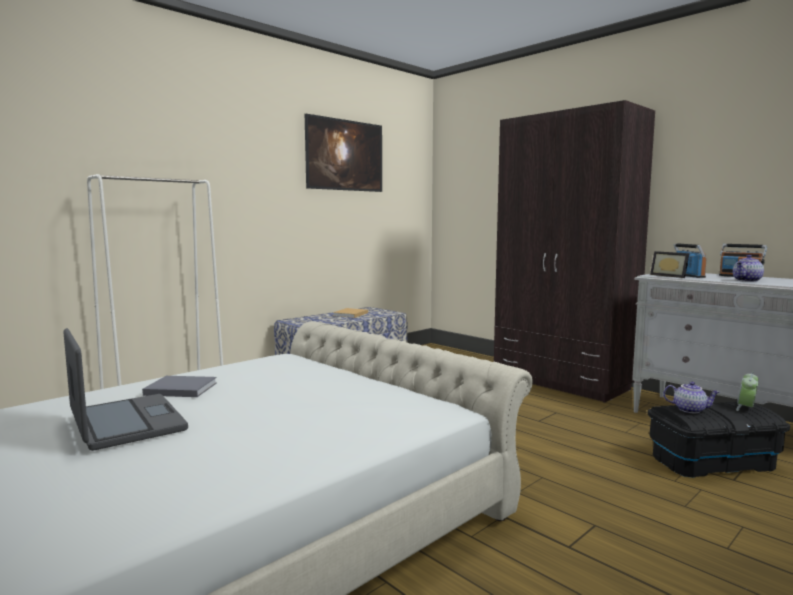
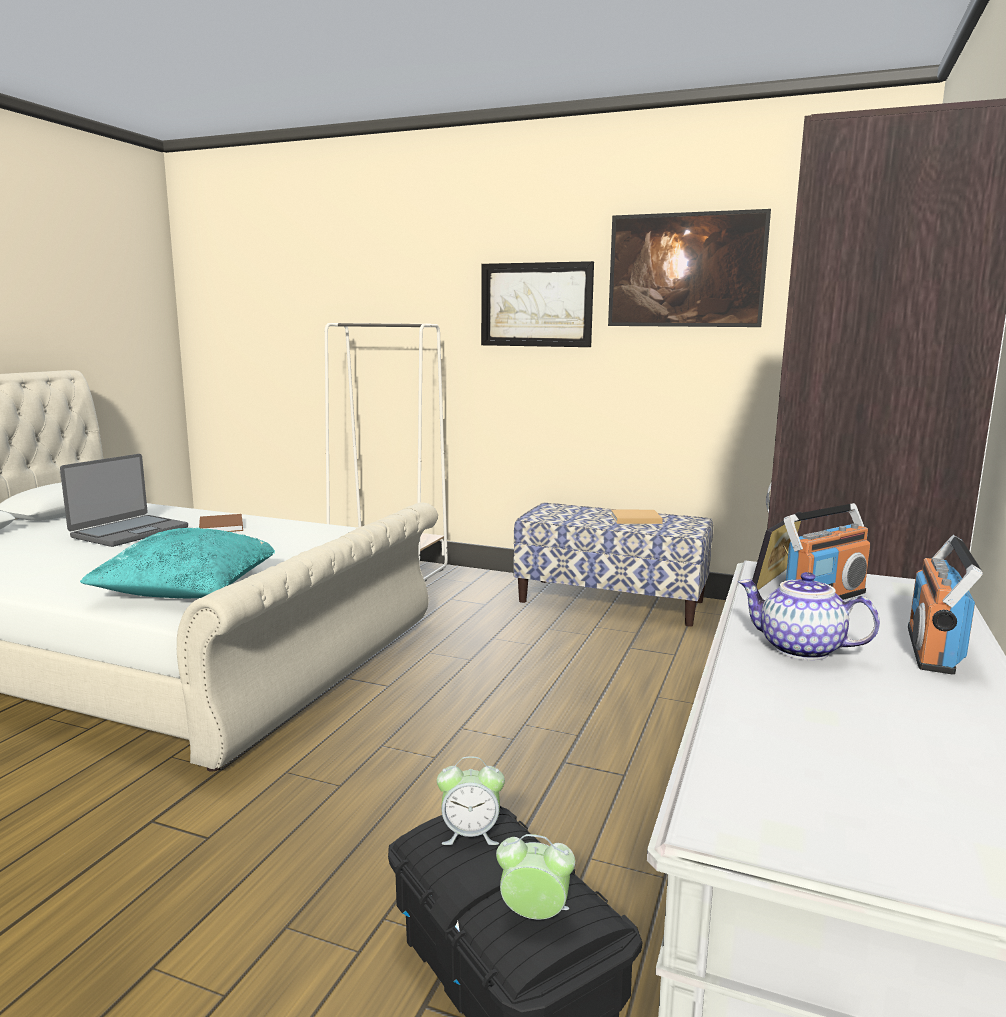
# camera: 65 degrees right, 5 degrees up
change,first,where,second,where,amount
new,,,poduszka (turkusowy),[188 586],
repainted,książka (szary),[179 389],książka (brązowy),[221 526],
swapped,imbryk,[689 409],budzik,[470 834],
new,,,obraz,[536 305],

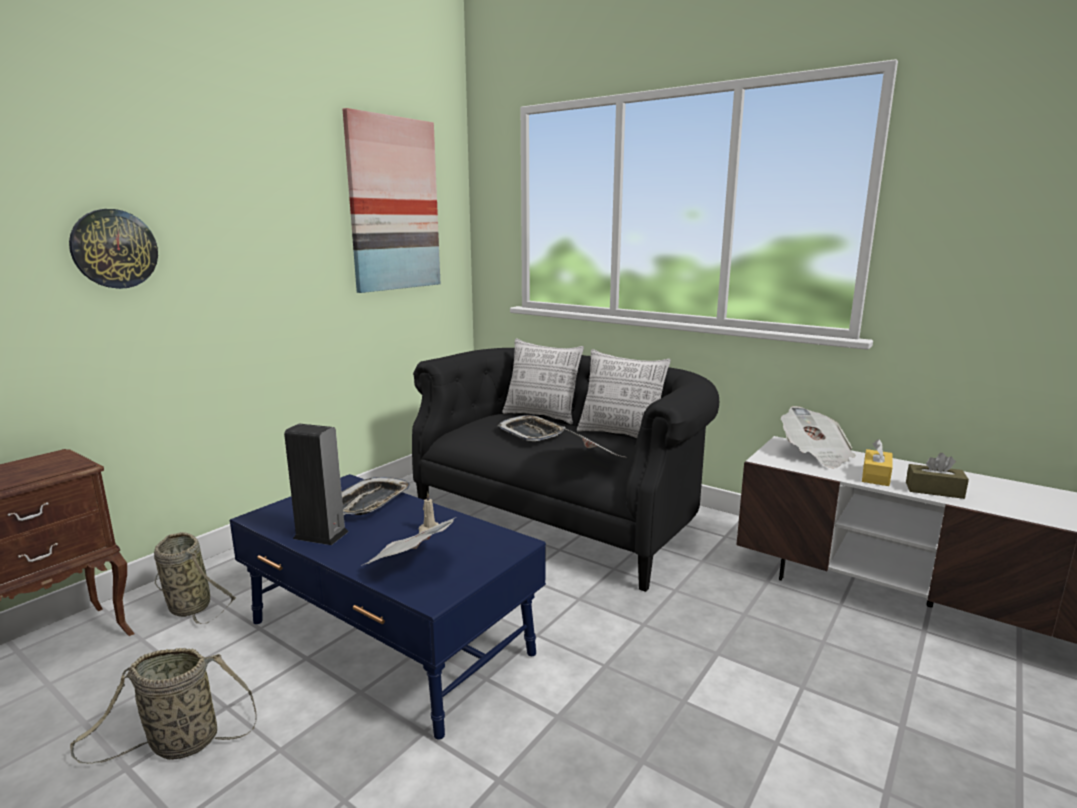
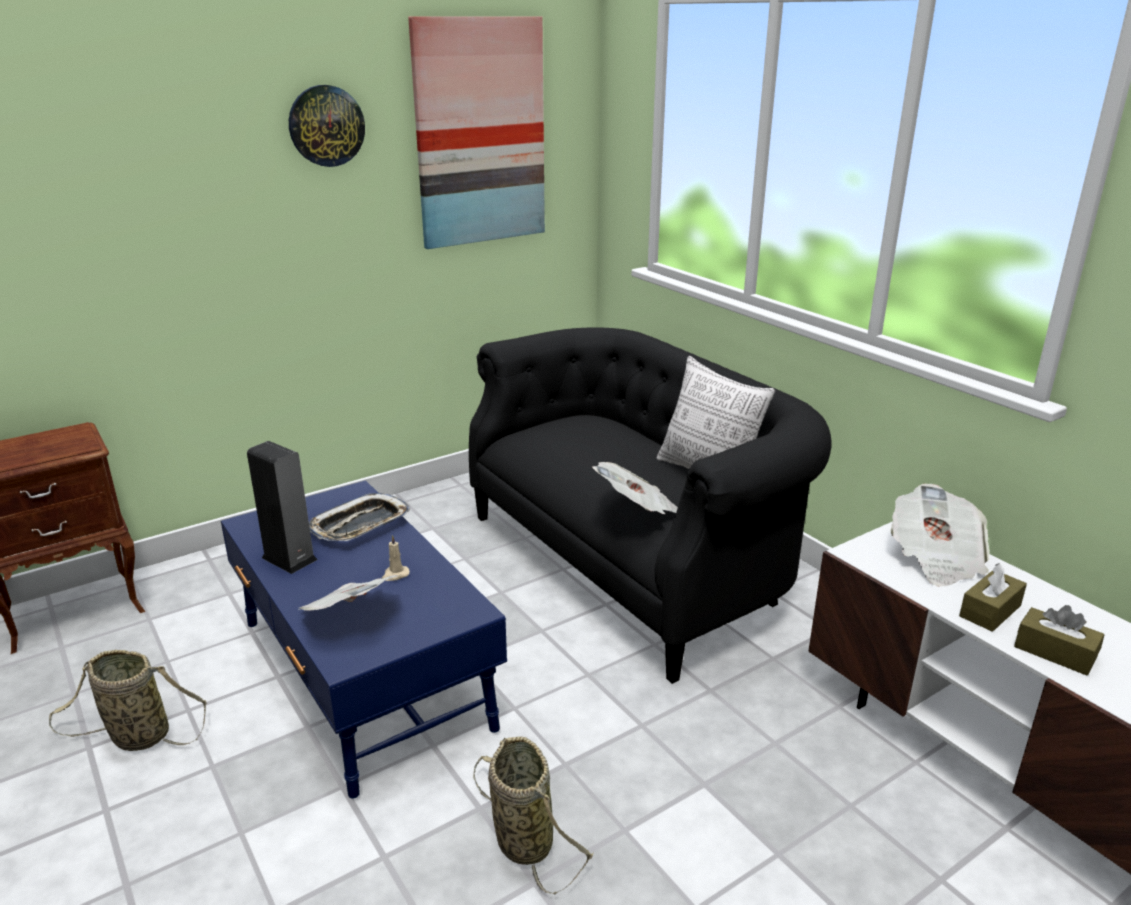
# camera: 20 degrees right, 10 degrees up
change,first,where,second,where,amount
shifted,zegar ścienny,[114 249],,[326 126],
shifted,koszyk,[188 606],,[521 838],
repainted,pudełko chusteczek (żółty),[875 476],pudełko chusteczek (brązowy),[990 611],
gone,taca,[531 433],,,
gone,poduszka,[542 416],,,

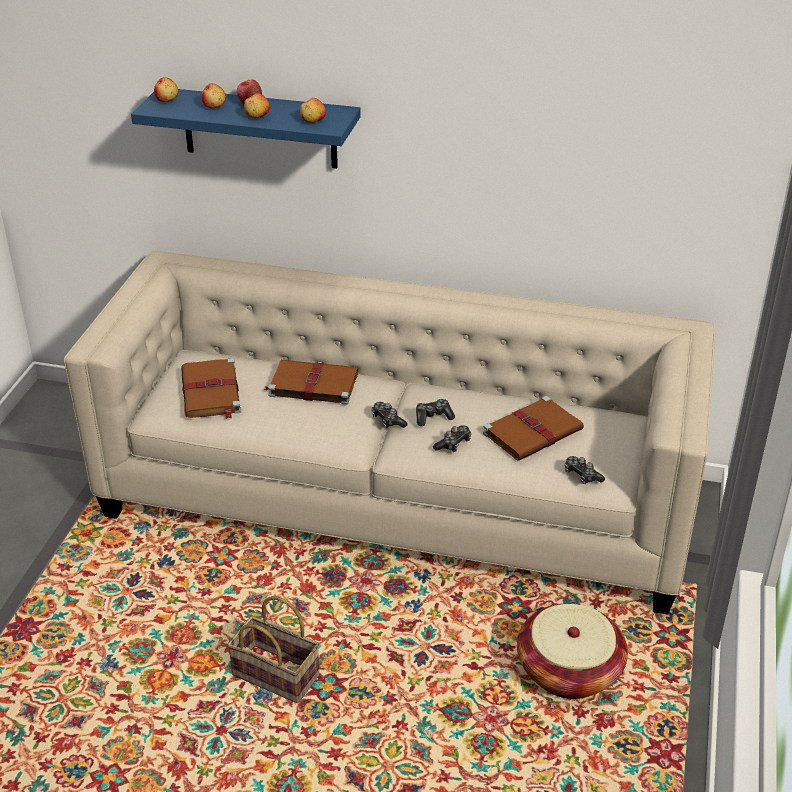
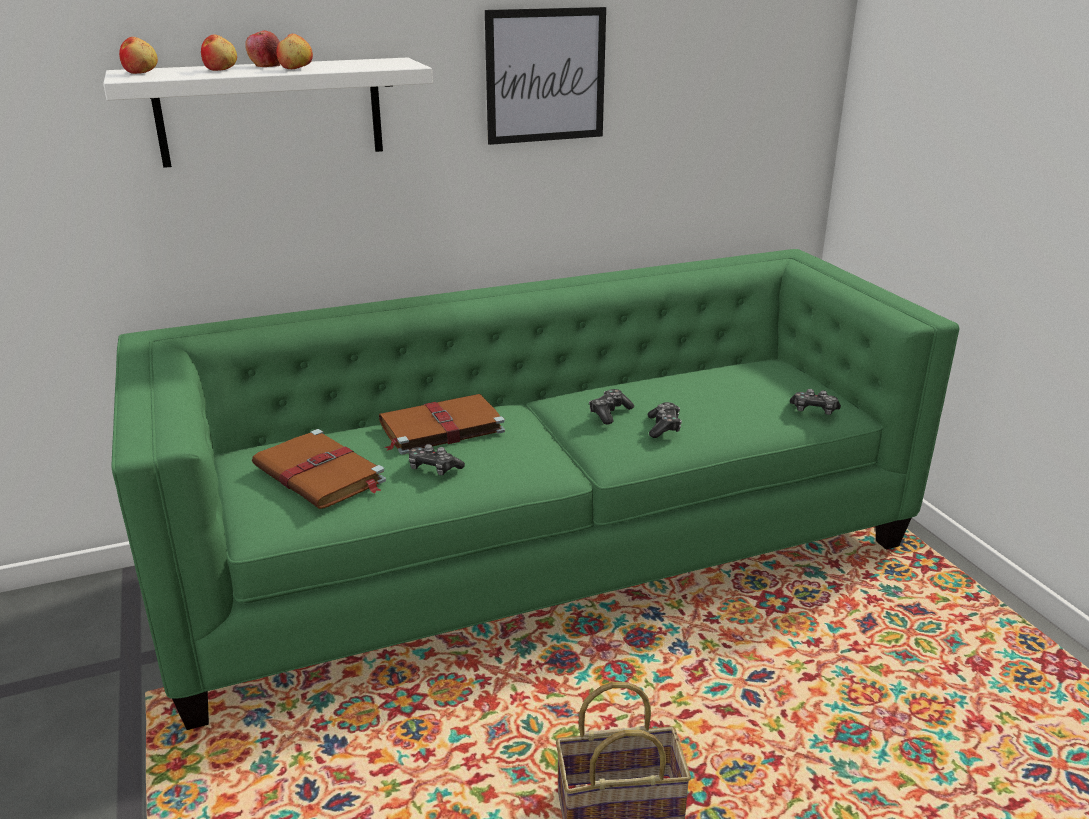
# camera: 35 degrees left, 10 degrees down
change,first,where,second,where,amount
repainted,półka (niebieski),[260 128],półka (biały),[270 112],
repainted,kanapa (beżowy),[396 503],kanapa (zielony),[544 559],
shifted,pad do gier,[388 420],,[433 469],
new,,,obraz,[545 76],
gone,jabłko,[313 121],,,
gone,książka (brązowy),[534 431],,,
gone,koszyk,[569 671],,,

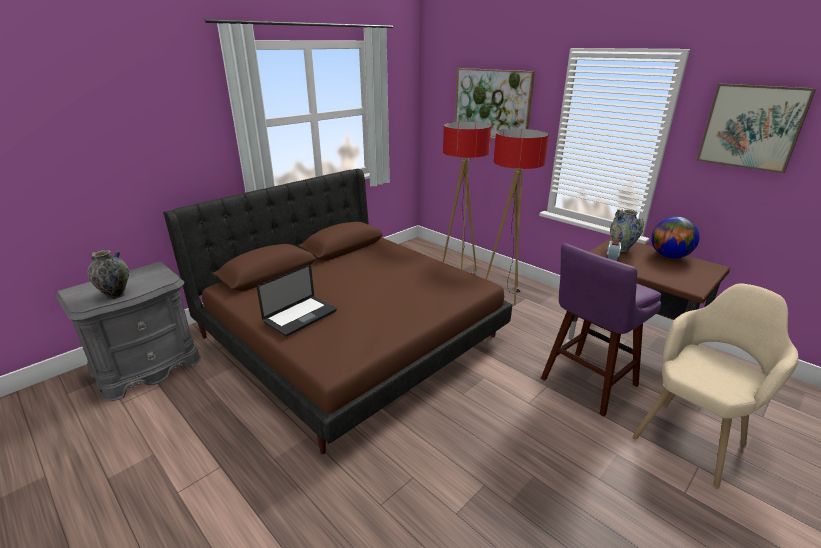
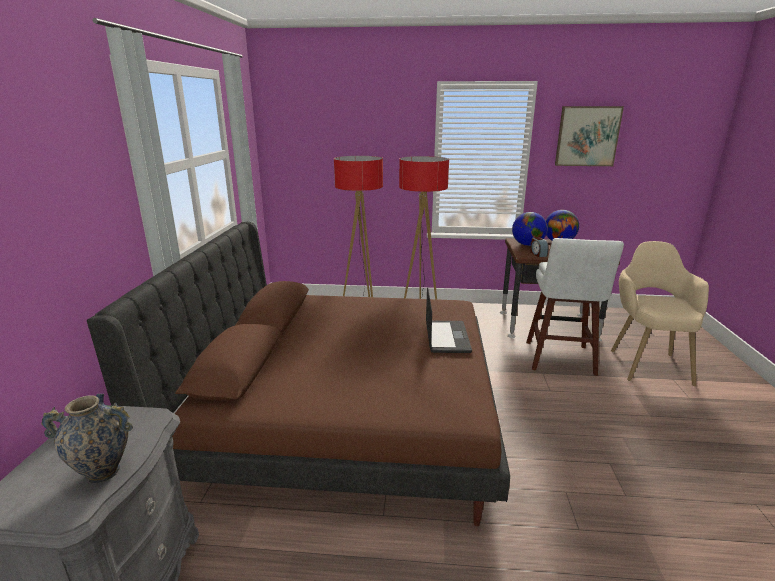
# camera: 40 degrees left, 5 degrees down
change,first,where,second,where,amount
shifted,laptop,[300 316],,[447 337],
swapped,wazon,[621 249],globus,[527 245],
repainted,stołek (fioletowy),[586 383],stołek (biały),[560 359],
gone,obraz,[492 104],,,

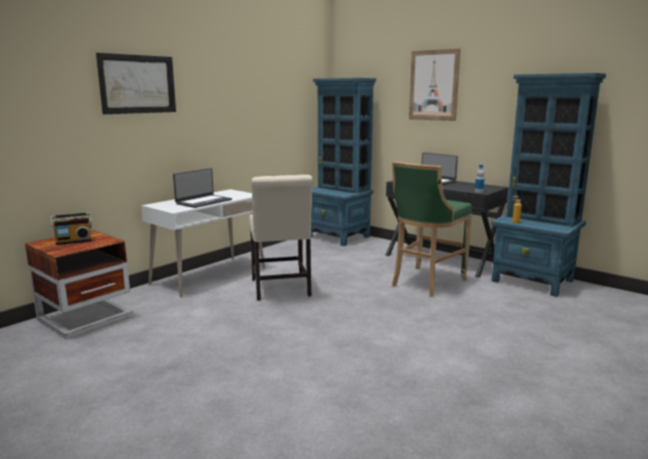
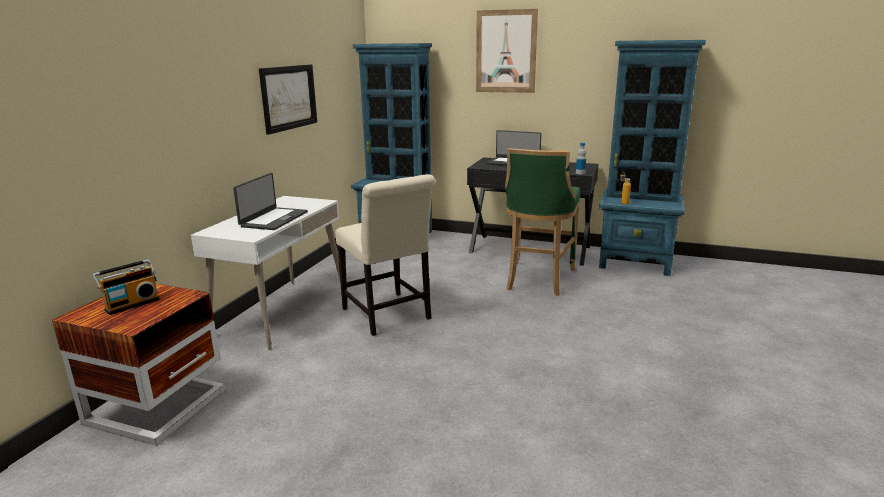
# camera: 20 degrees left, 5 degrees up
change,first,where,second,where,amount
shifted,obraz,[137 84],,[288 97],

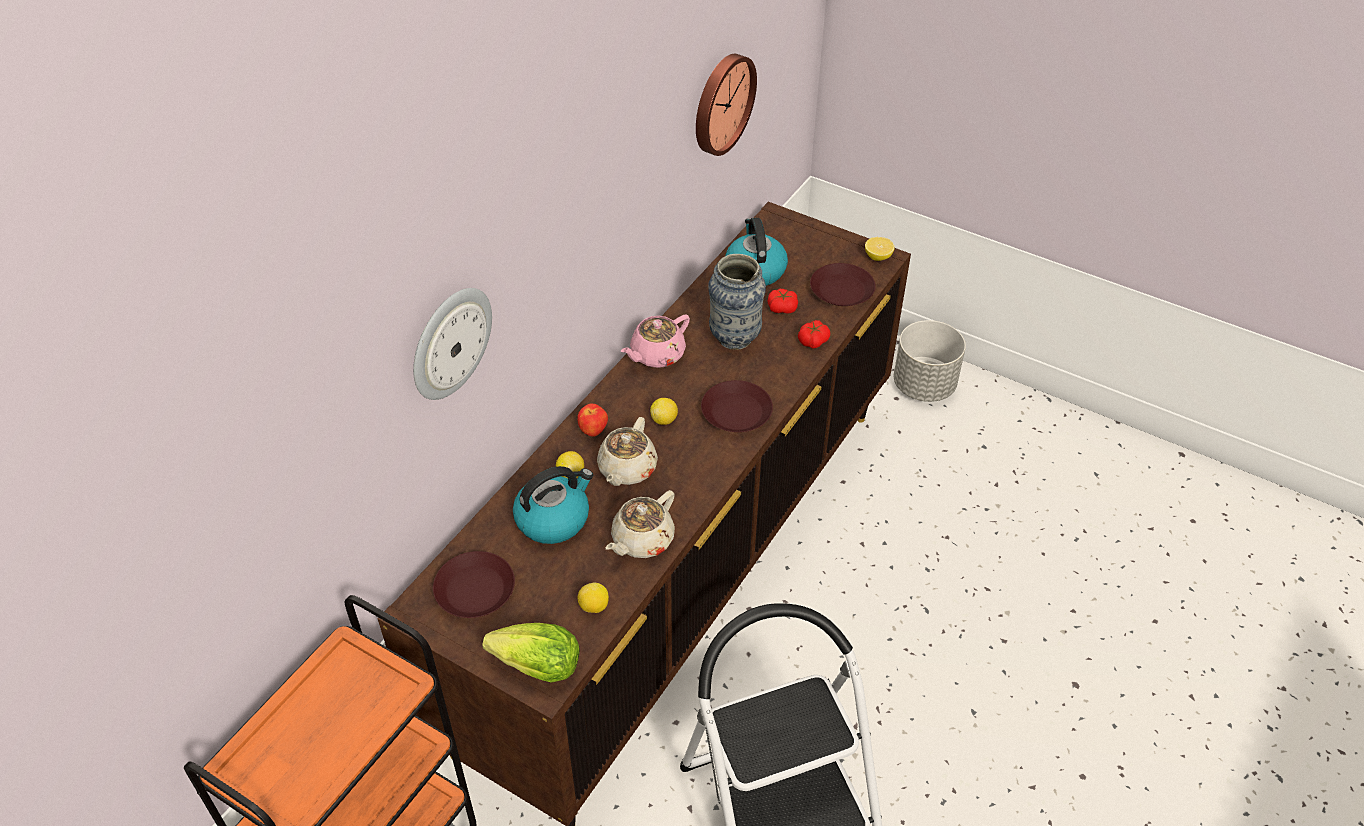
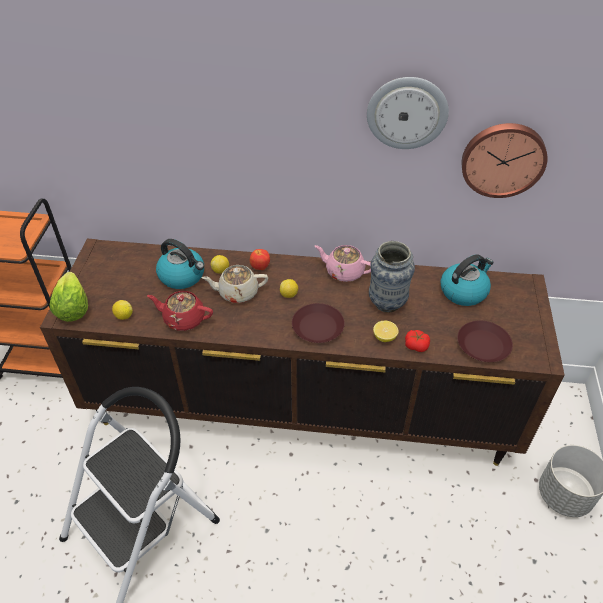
# camera: 65 degrees right, 0 degrees up
change,first,where,second,where,amount
repainted,imbryk (beżowy),[641 540],imbryk (czerwony),[183 319],
shifted,zegar ścienny,[450 342],,[407 113],
shifted,cytryna,[878 257],,[384 337],
gone,talerz (brązowy),[475 589],,,
gone,pomidor,[782 308],,,

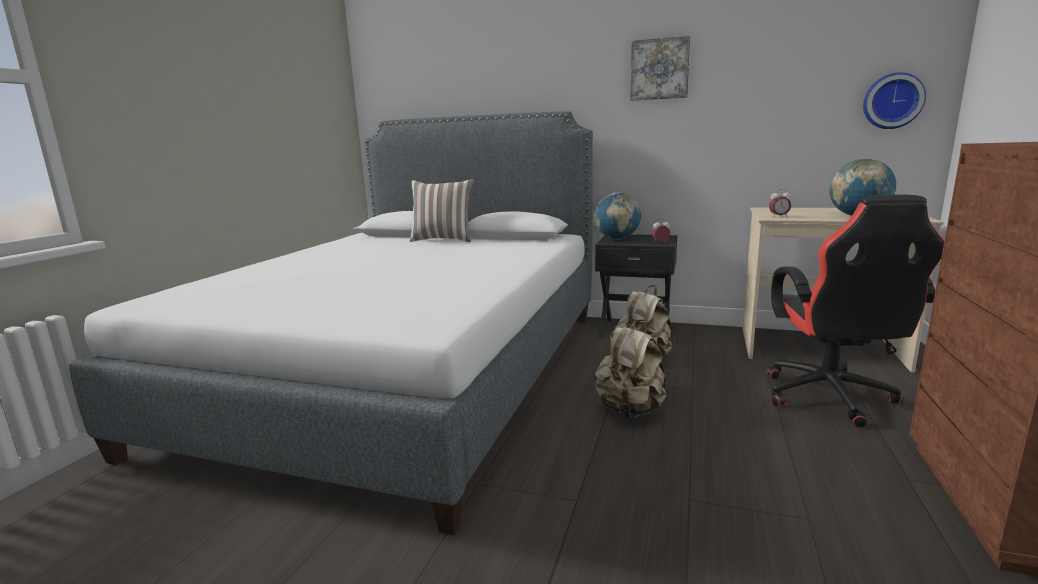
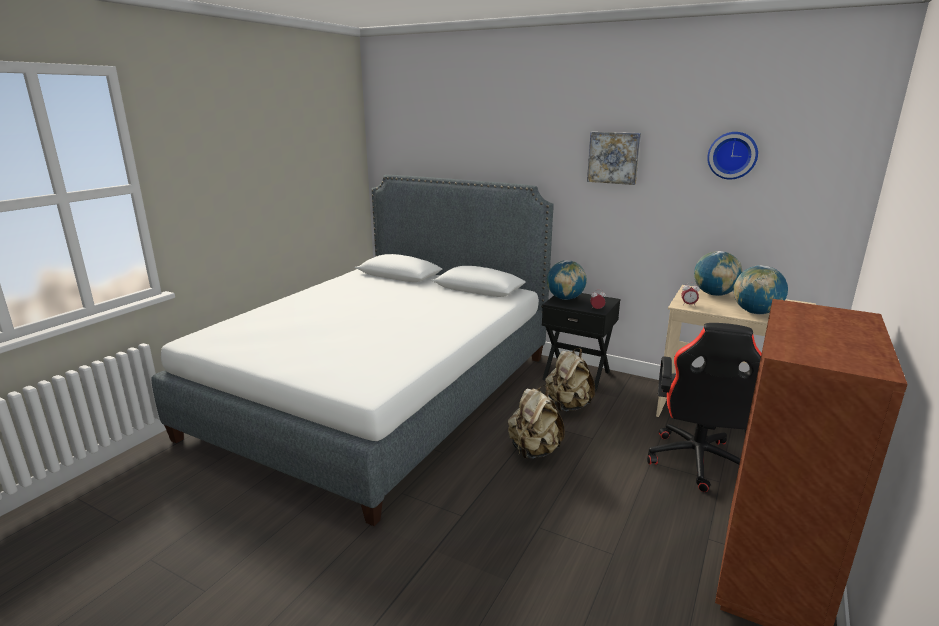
# camera: 10 degrees right, 5 degrees up
change,first,where,second,where,amount
new,,,globus,[714 294],
shifted,zegar ścienny,[892 101],,[732 155],
gone,poduszka,[443 240],,,

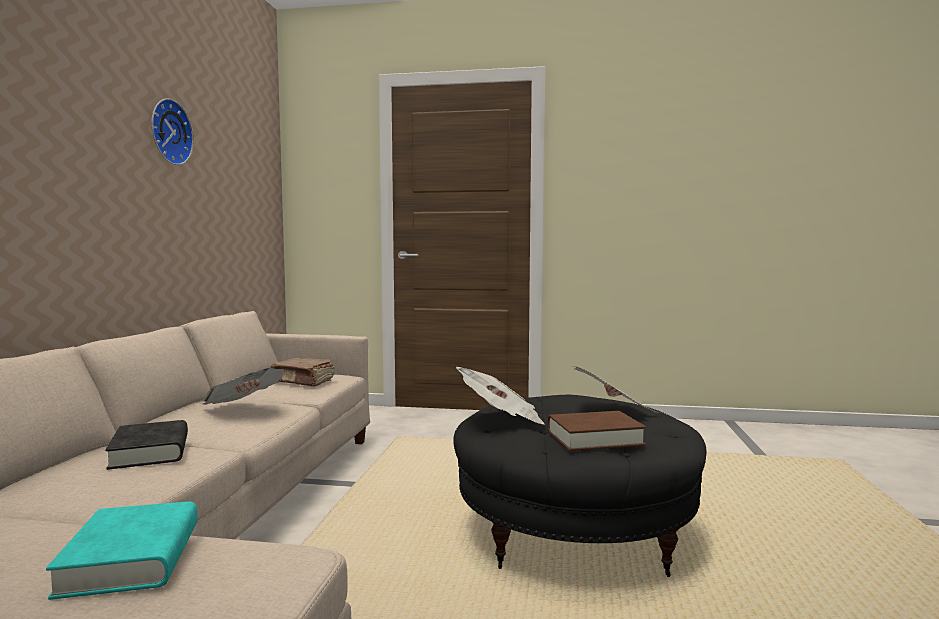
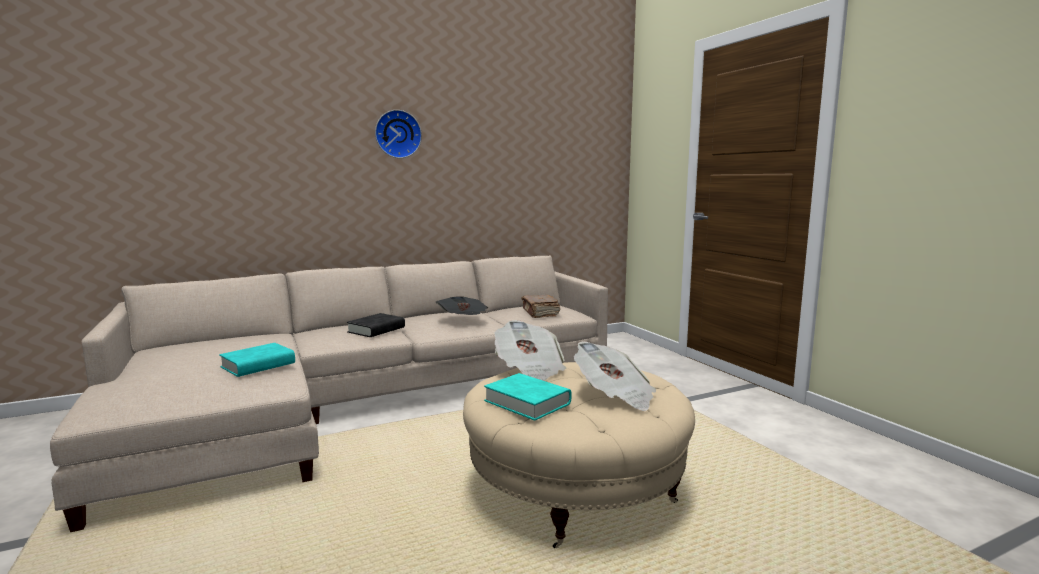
# camera: 55 degrees right, 5 degrees up
change,first,where,second,where,amount
shifted,zegar ścienny,[168 132],,[397 134],
repainted,pufa (czarny),[575 532],pufa (beżowy),[575 489],
repainted,książka (brązowy),[594 438],książka (turkusowy),[527 402],

